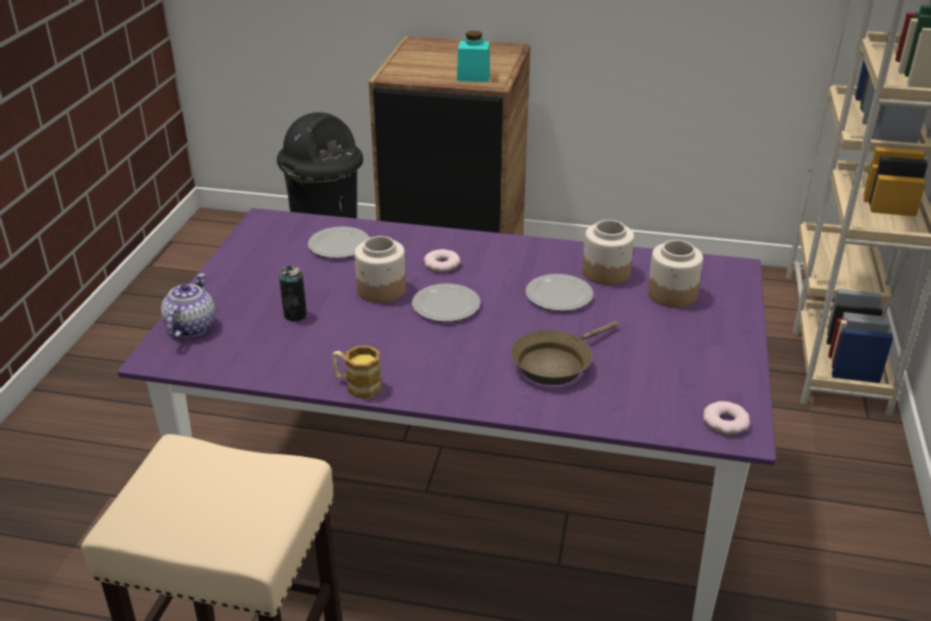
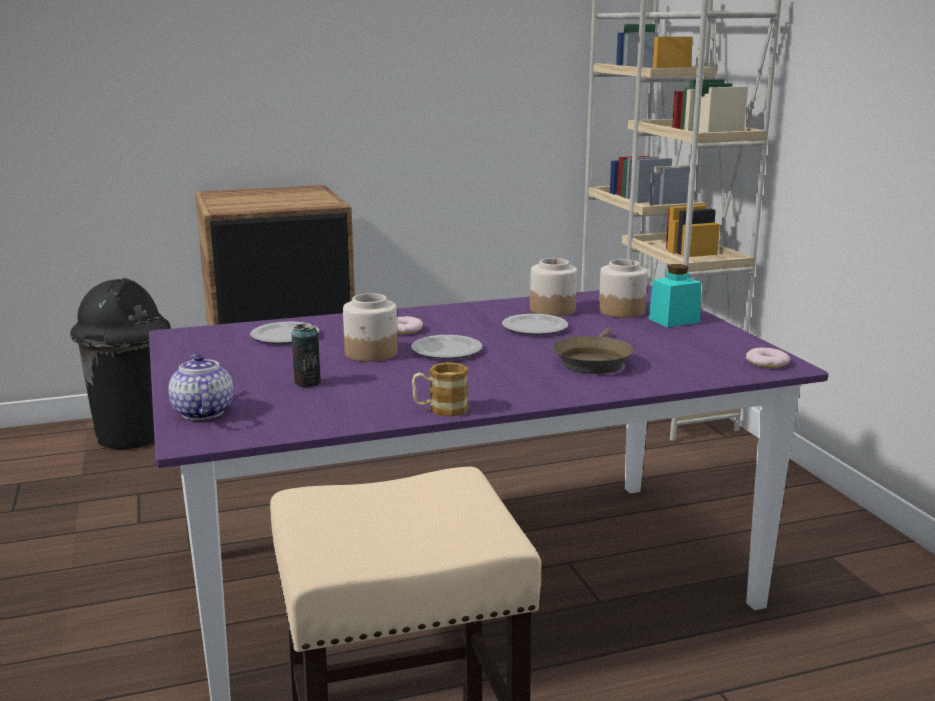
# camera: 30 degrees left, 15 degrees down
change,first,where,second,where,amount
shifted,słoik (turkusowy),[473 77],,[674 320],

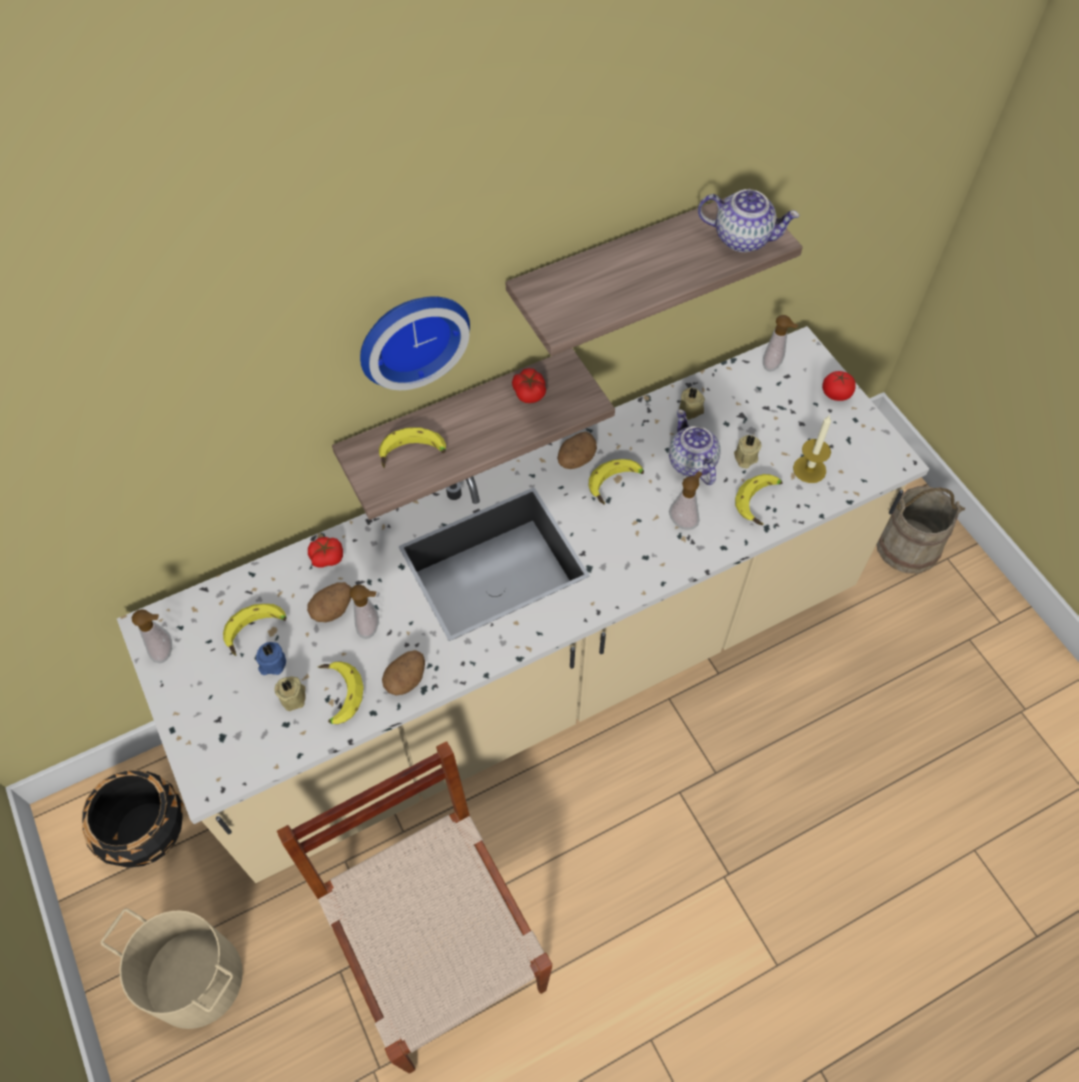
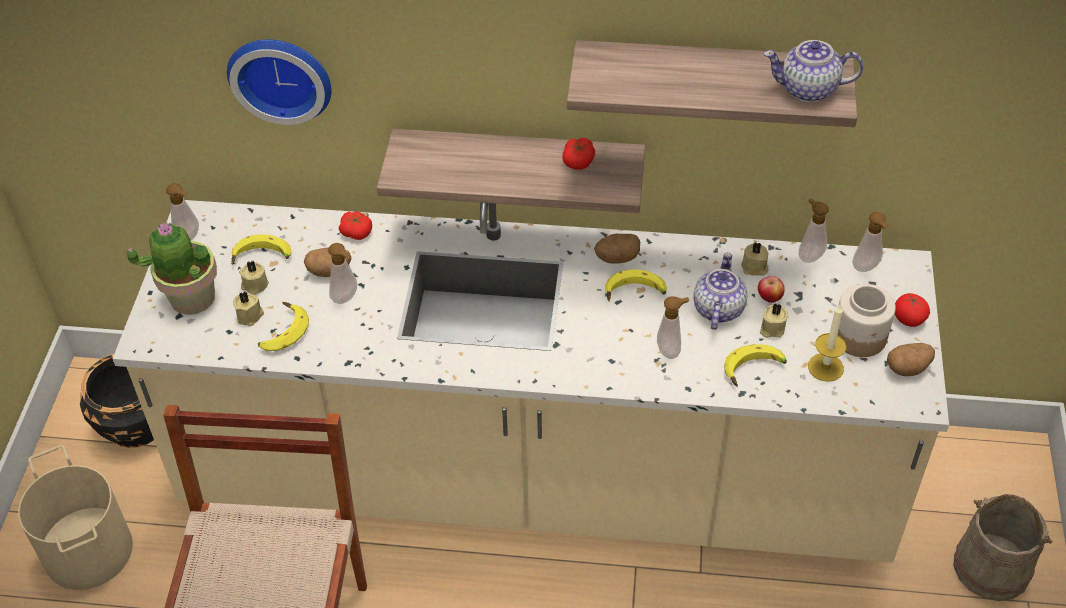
# camera: 35 degrees right, 10 degrees down
change,first,where,second,where,amount
new,,,roślina doniczkowa,[191 297],
shifted,zegar ścienny,[411 335],,[281 75],
repainted,świeca (niebieski),[272 664],świeca (beżowy),[254 285],
new,,,jabłko,[769 299],
rotated,imbryk,[743 238],,[808 89],135 degrees clockwise
new,,,dozownik mydła,[809 255],
new,,,słoik,[860 337],
shifted,ziemniak,[406 679],,[908 368],
gone,banan,[412 455],,,

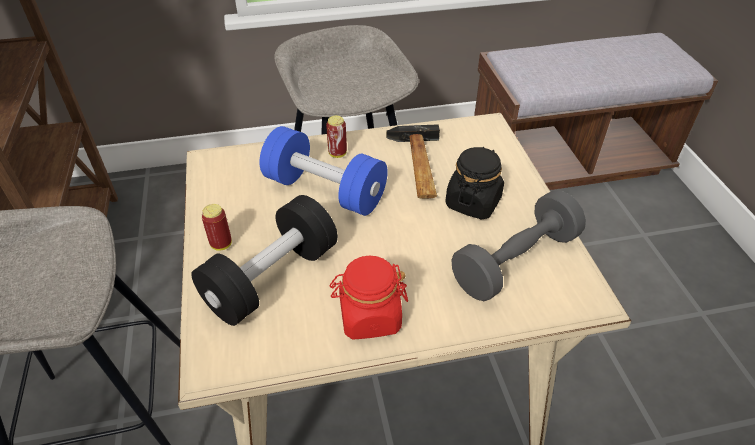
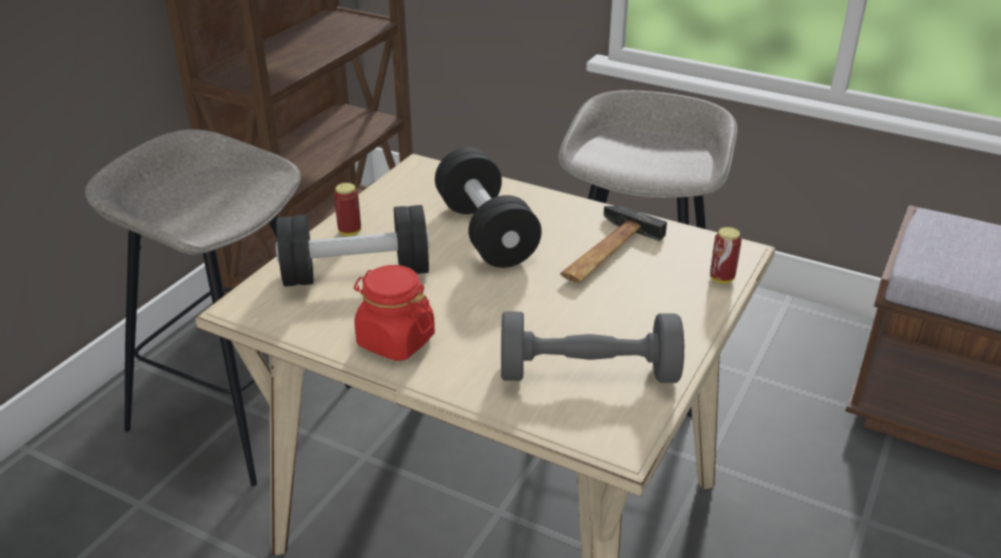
# camera: 40 degrees right, 10 degrees down
change,first,where,second,where,amount
repainted,hantel (niebieski),[325 190],hantel (czarny),[486 232],
shifted,puszka,[337 153],,[721 279],
gone,słoik (czarny),[473 202],,,

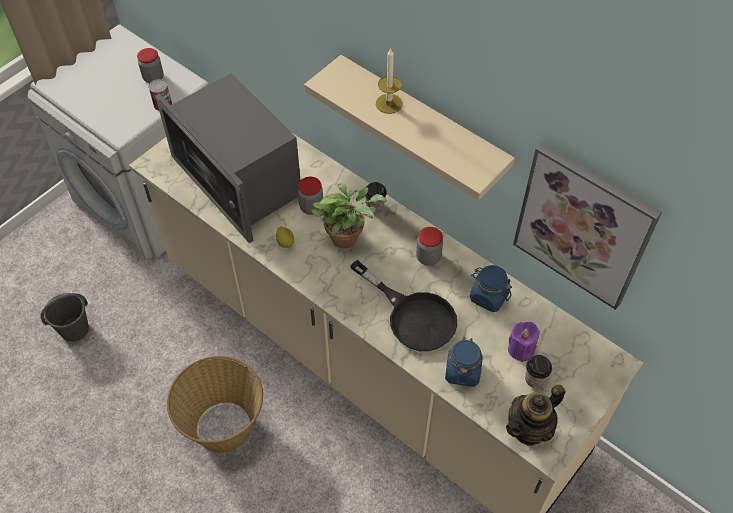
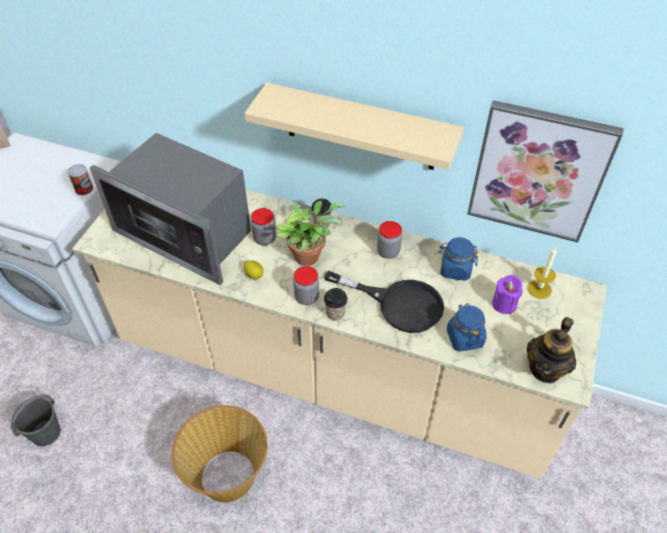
# camera: 20 degrees left, 5 degrees down
change,first,where,second,where,amount
shifted,słoik,[153 78],,[307 297],
shifted,filiżanka,[534 379],,[335 313],
shifted,świeca,[389 103],,[539 289],

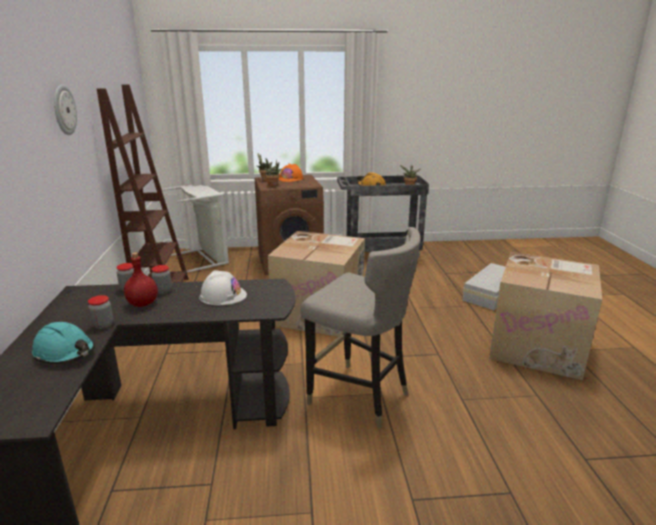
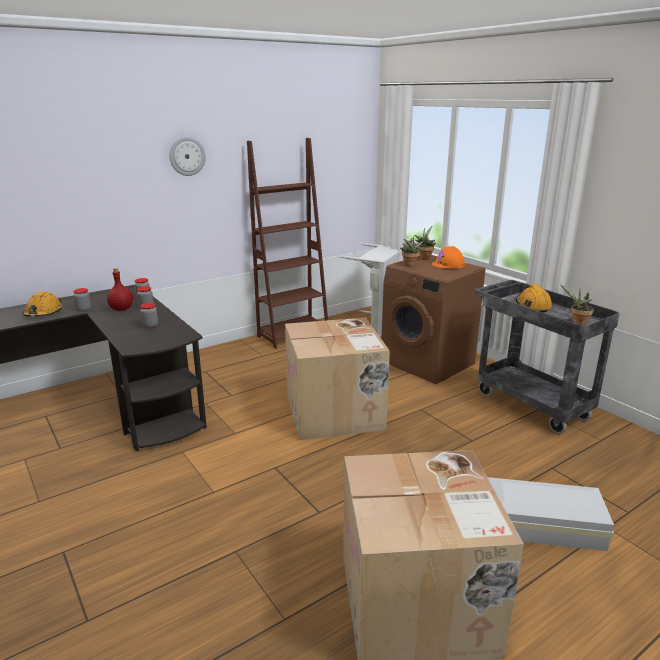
# camera: 60 degrees right, 0 degrees up
change,first,where,second,where,amount
repainted,kask (turkusowy),[65 353],kask (pomarańczowy),[43 313],
swapped,kask (biały),[223 295],słoik,[150 326],
gone,stołek (szary),[360 397],,,

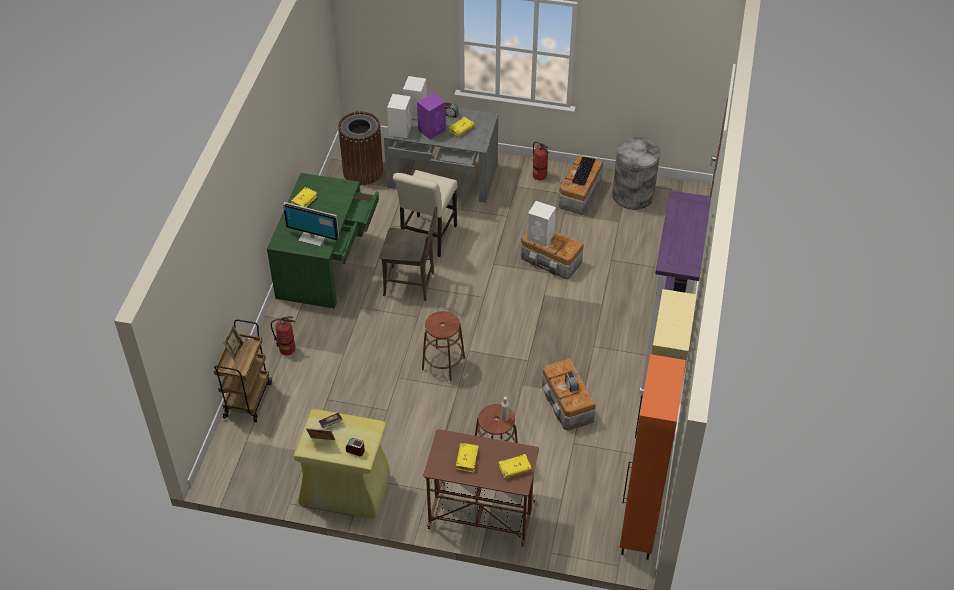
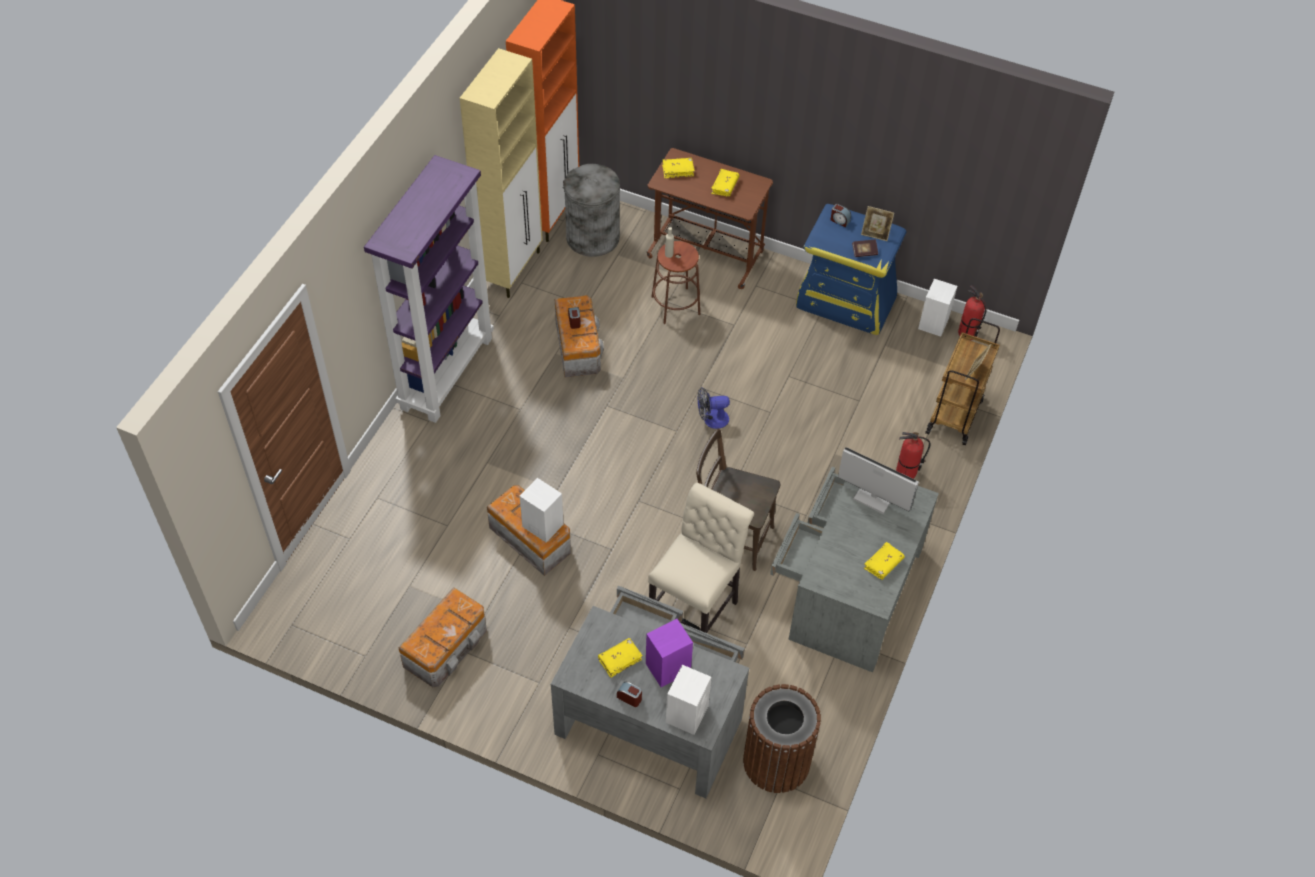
# camera: 170 degrees left, 5 degrees up
change,first,where,second,where,amount
shifted,kosz na śmieci (szary),[633 195],,[592 237],
swapped,stołek (brązowy),[443 363],wentylator,[711 419],
repainted,biurko (zielony),[327 264],biurko (szary),[847 591],
repainted,szafka nocna (żółty),[344 488],szafka nocna (niebieski),[846 302],
shifted,głośnik (biały),[400 129],,[933 324],
shifted,gaśnica,[540 175],,[967 333],
gone,klawiatura,[583 171],,,

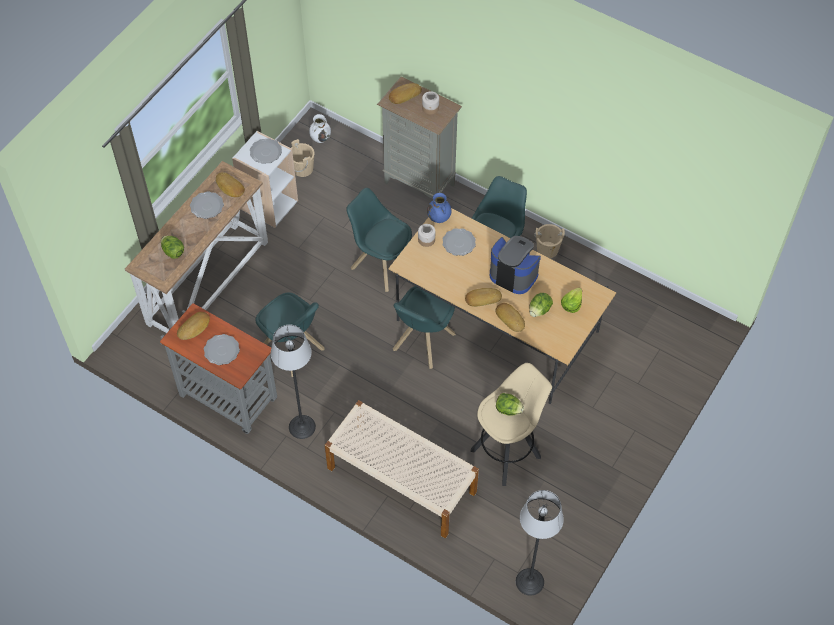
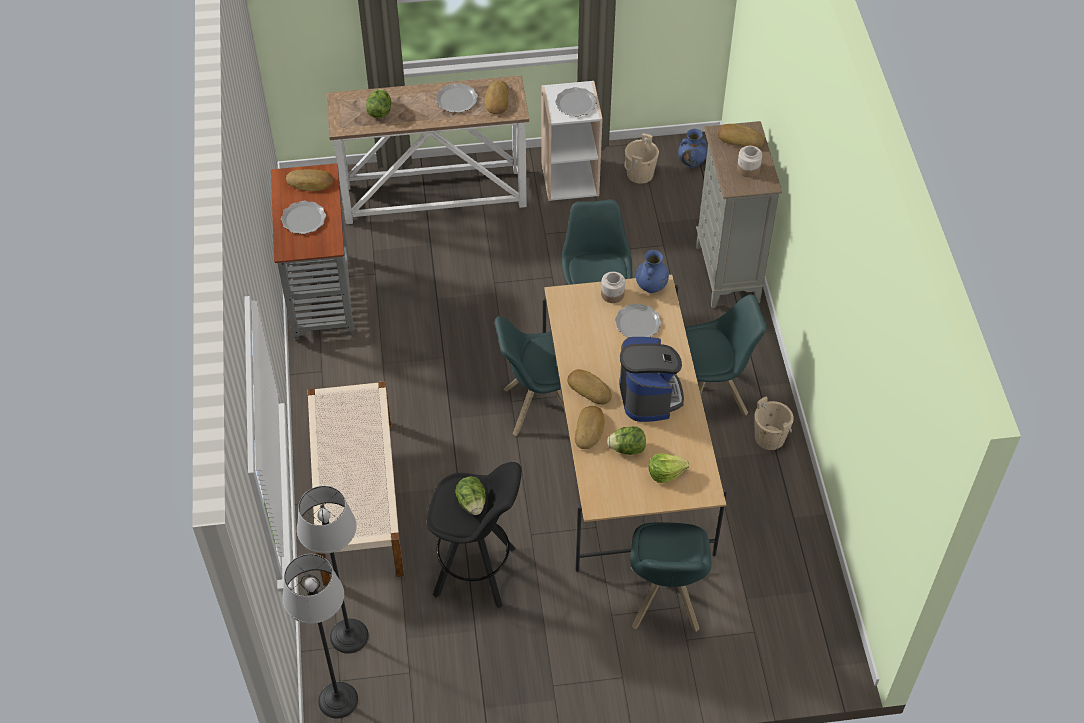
# camera: 50 degrees right, 5 degrees down
change,first,where,second,where,amount
shifted,lampa stojąca,[301 426],,[349 635],
repainted,stołek (beżowy),[507 452],stołek (czarny),[477 572],
shifted,krzesło (turkusowy),[292 349],,[665 599],
repainted,wazon (biały),[320 138],wazon (niebieski),[691 162],

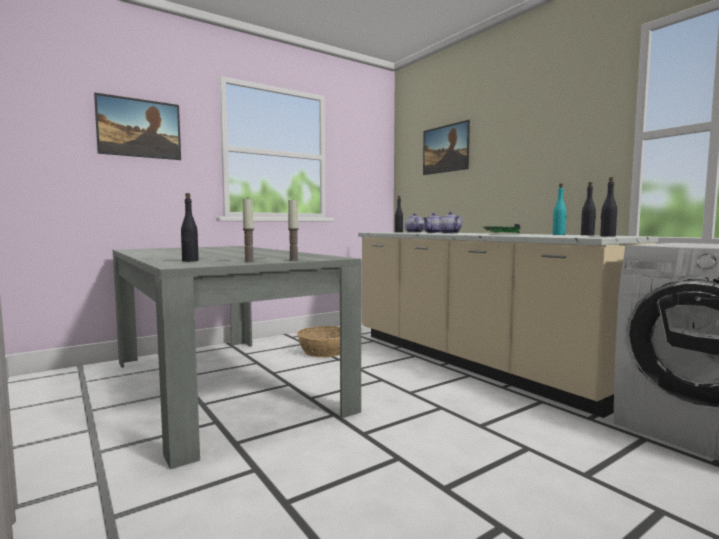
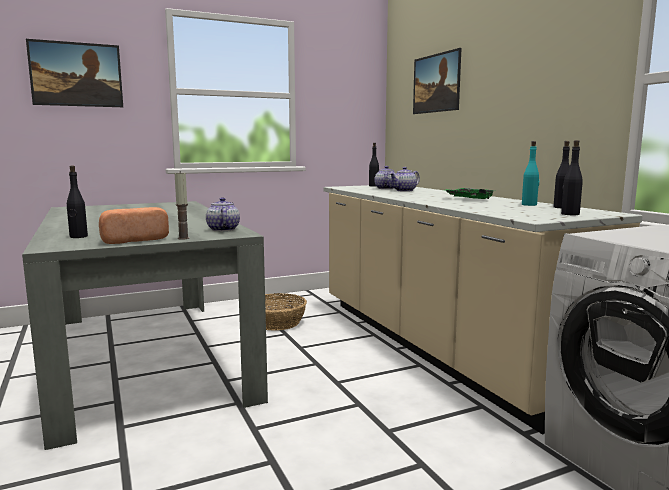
# camera: 10 degrees right, 5 degrees up
change,first,where,second,where,amount
swapped,świeca,[249 261],chleb,[133 240],
shifted,imbryk,[449 233],,[222 229],

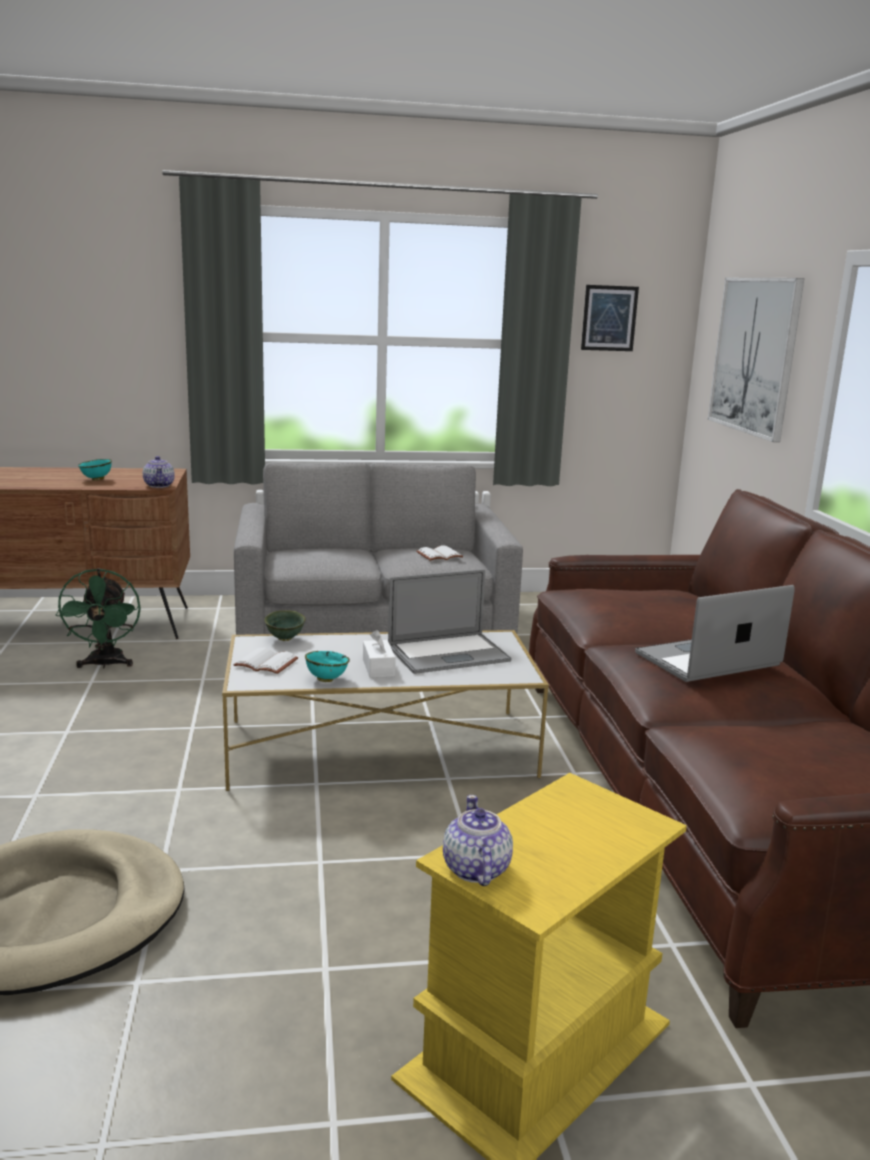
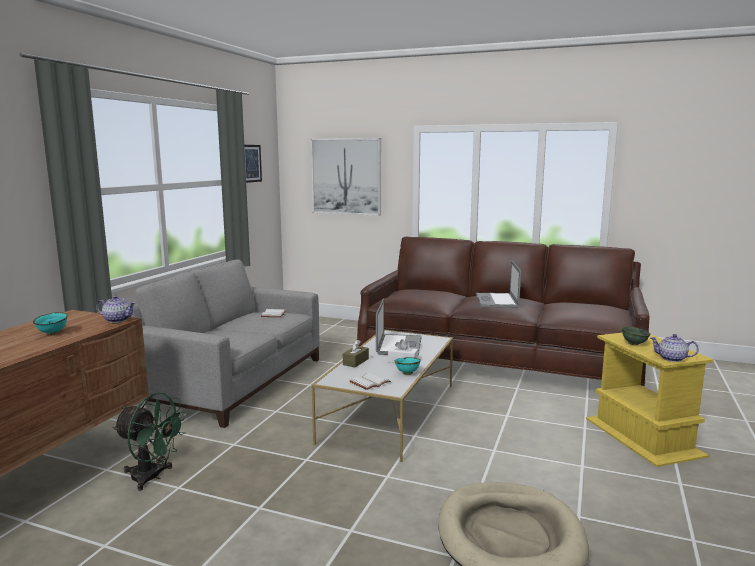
# camera: 60 degrees left, 5 degrees down
change,first,where,second,where,amount
new,,,pudełko chusteczek (brązowy),[355 362],
shifted,miska (zielony),[285 639],,[634 344],

